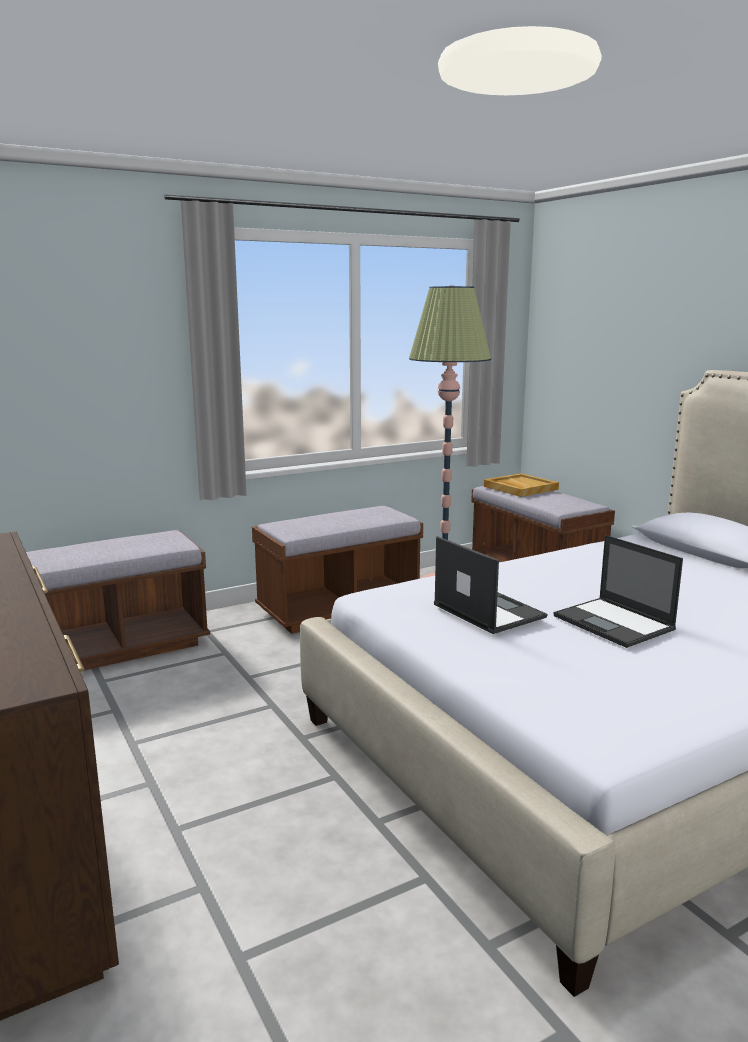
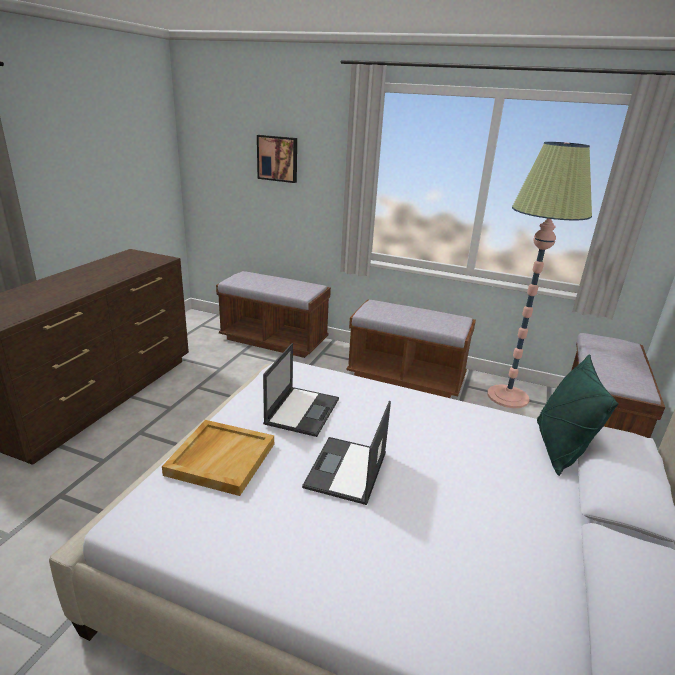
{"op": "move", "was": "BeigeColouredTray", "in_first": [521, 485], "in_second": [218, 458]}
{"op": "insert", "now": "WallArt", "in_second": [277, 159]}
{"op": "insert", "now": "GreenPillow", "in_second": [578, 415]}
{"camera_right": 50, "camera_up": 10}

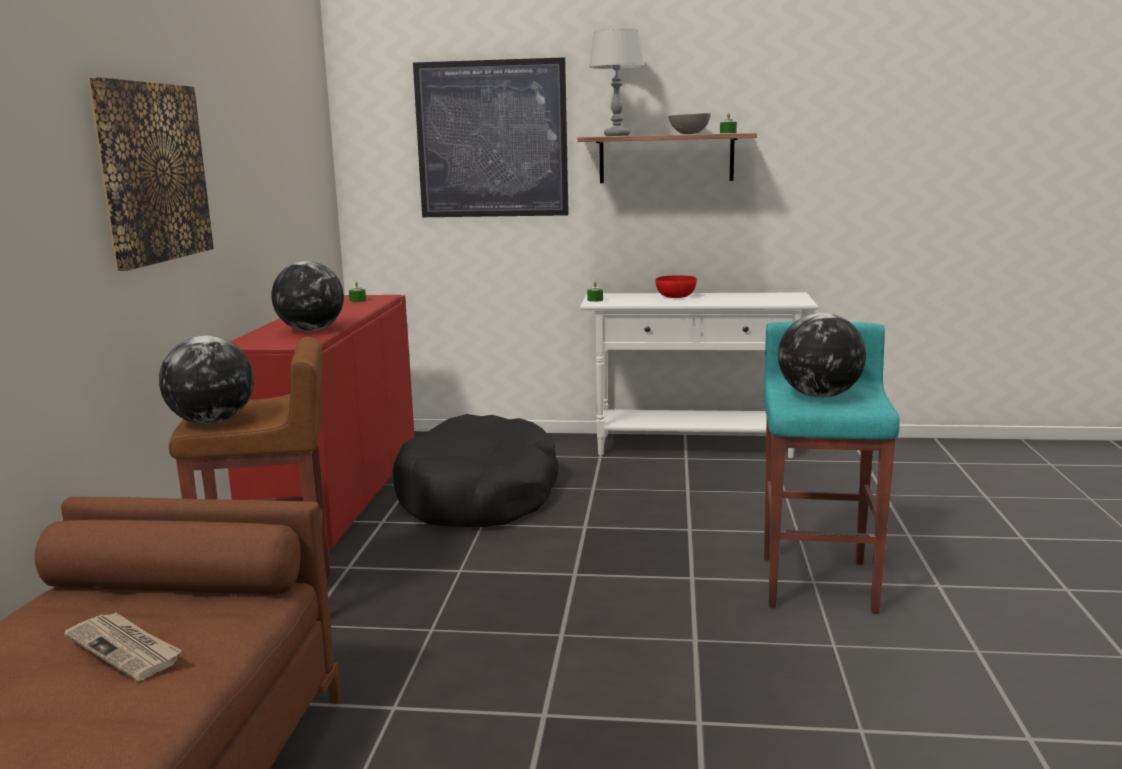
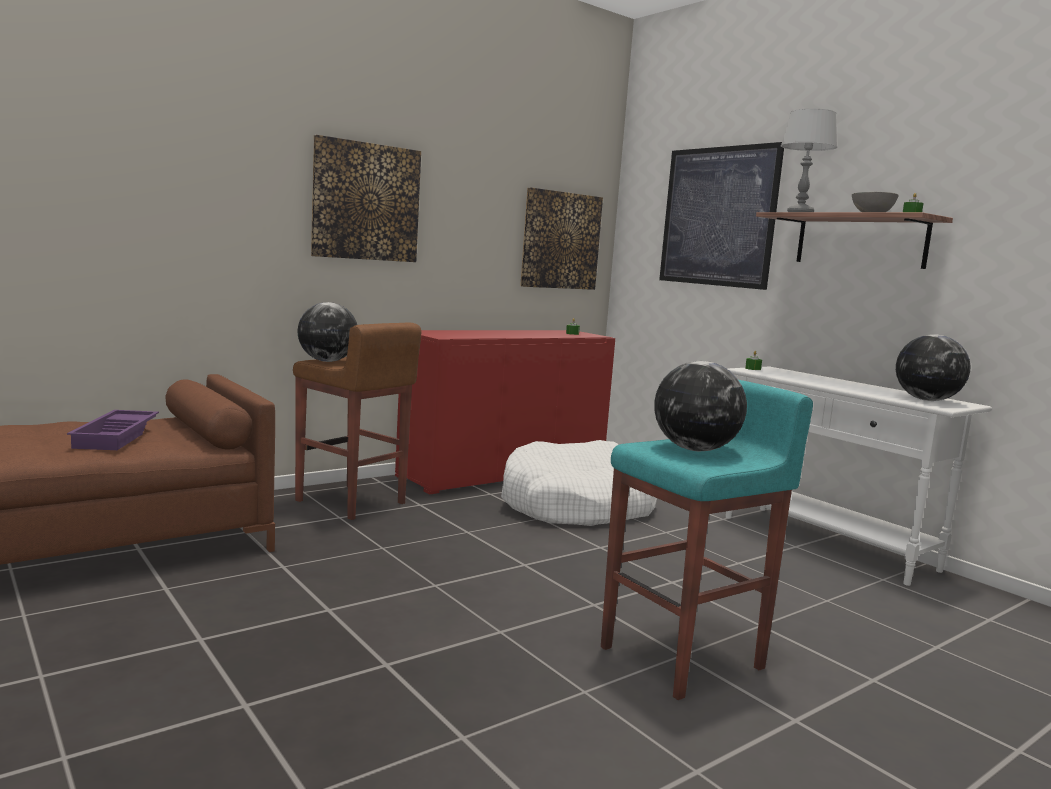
{"op": "replace", "was": "Newspaper", "now": "PurplishTray", "in_first": [123, 647], "in_second": [113, 430]}
{"op": "move", "was": "WorldGlobe", "in_first": [308, 296], "in_second": [933, 367]}
{"op": "recolor", "was": "BlackishDogCushion", "now": "WhiteDogCushion", "in_first": [476, 470], "in_second": [579, 483]}
{"op": "delete", "was": "RedDeepDish", "in_first": [676, 286]}
{"op": "insert", "now": "WallArt", "in_second": [561, 238]}
{"camera_right": 45, "camera_up": -5}

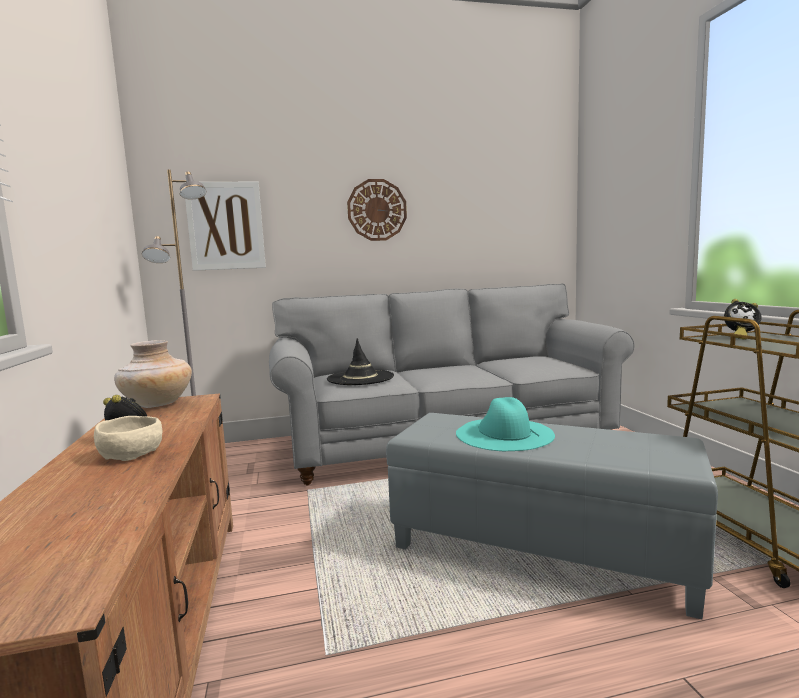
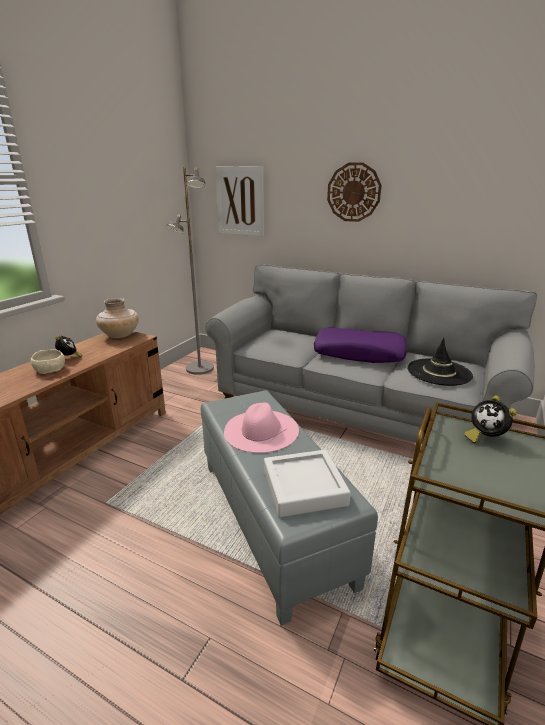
{"op": "move", "was": "BlackishWearableHat", "in_first": [360, 361], "in_second": [440, 362]}
{"op": "recolor", "was": "TurquoiseWearableHat", "now": "PinkColouredWearableHat", "in_first": [505, 424], "in_second": [261, 428]}
{"op": "insert", "now": "GrayTray", "in_second": [307, 483]}
{"op": "insert", "now": "PurplishPillow", "in_second": [360, 345]}
{"camera_right": 40, "camera_up": 15}

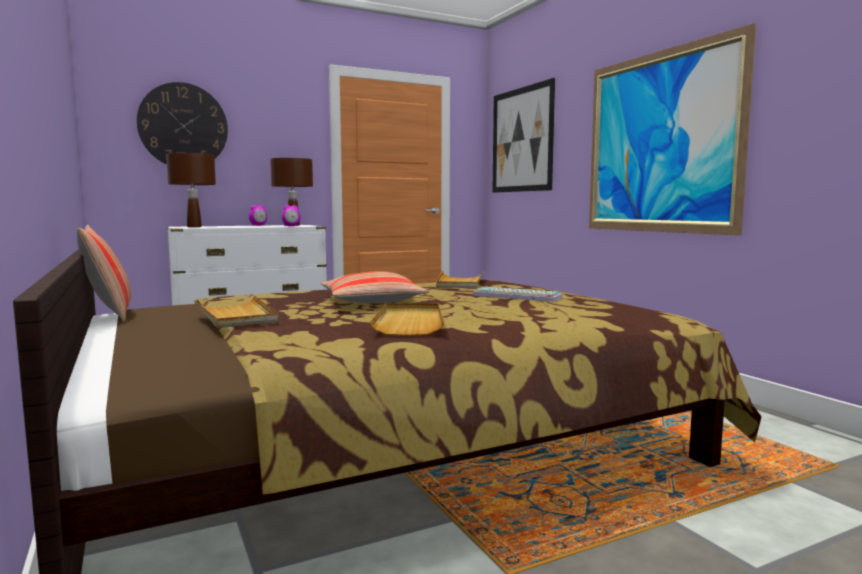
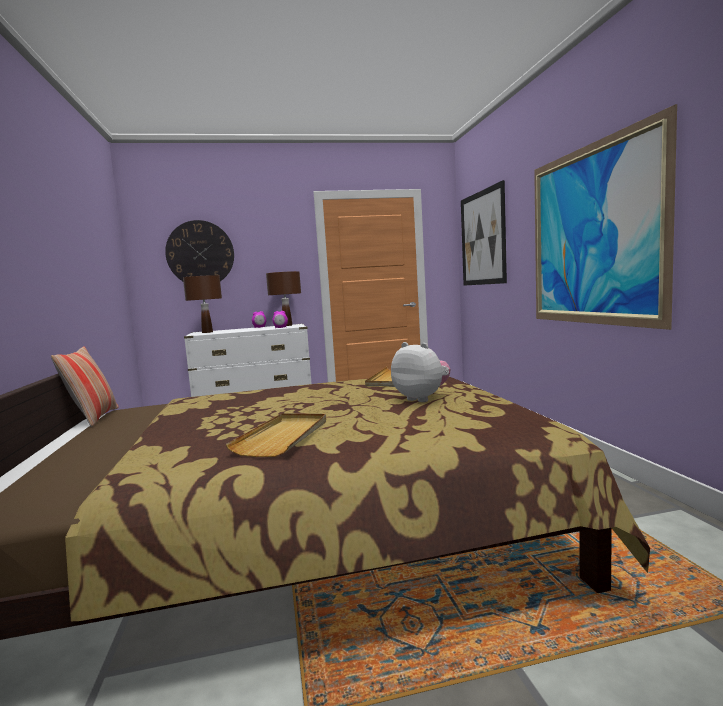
{"op": "delete", "was": "BeigeColouredTray", "in_first": [236, 312]}
{"op": "delete", "was": "Pillow", "in_first": [375, 288]}
{"op": "replace", "was": "PcKeyboard", "now": "PlushToy", "in_first": [517, 294], "in_second": [420, 372]}
{"camera_right": 15, "camera_up": 0}

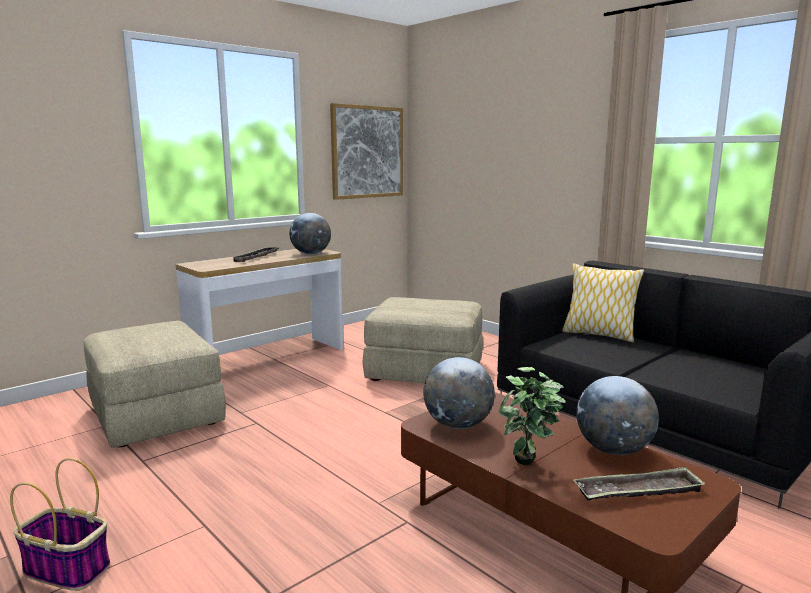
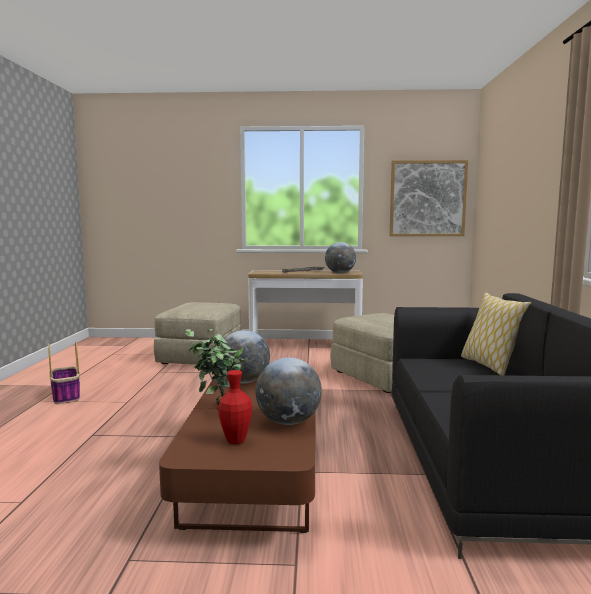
{"op": "replace", "was": "Tray", "now": "RedFlowerVase", "in_first": [640, 483], "in_second": [235, 407]}
{"camera_right": 45, "camera_up": -5}

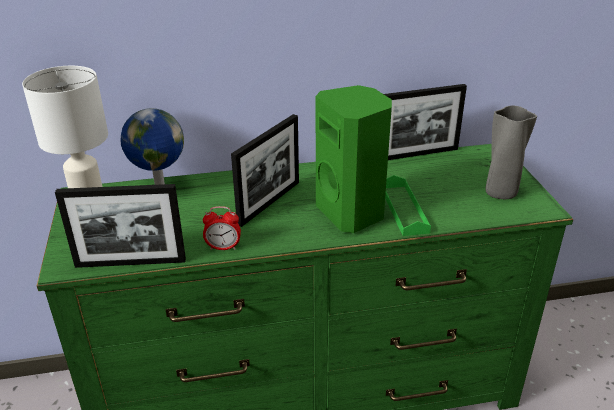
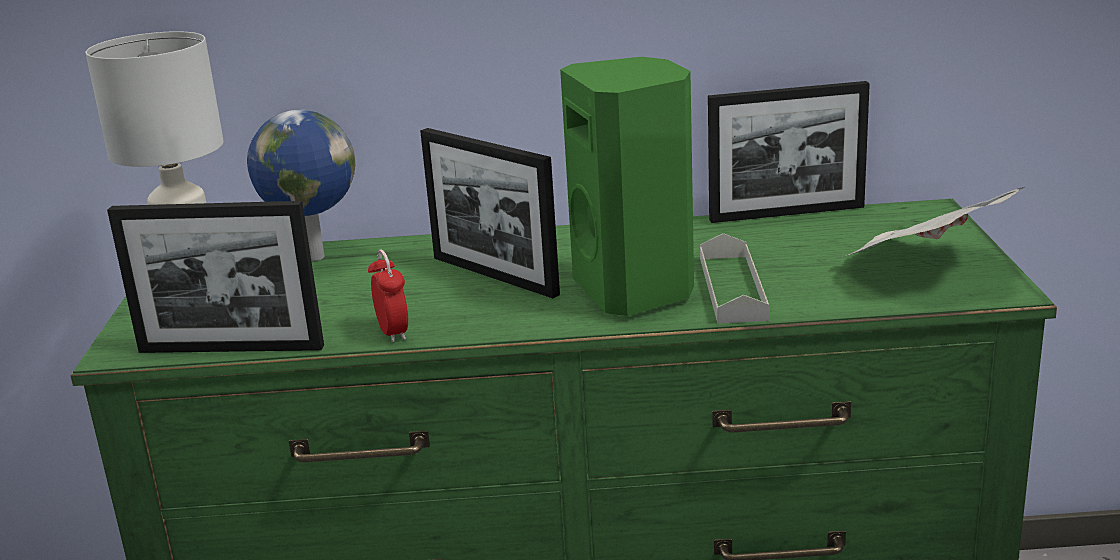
{"op": "rotate", "was": "AlarmClock", "in_first": [222, 228], "in_second": [388, 296], "clockwise": -120}
{"op": "rotate", "was": "PictureFrame", "in_first": [265, 170], "in_second": [490, 213], "clockwise": 90}
{"op": "recolor", "was": "GreenTray", "now": "GrayTray", "in_first": [408, 205], "in_second": [735, 278]}
{"op": "replace", "was": "GrayFlowerVase", "now": "Newspaper", "in_first": [511, 152], "in_second": [932, 222]}
{"camera_right": 10, "camera_up": -10}

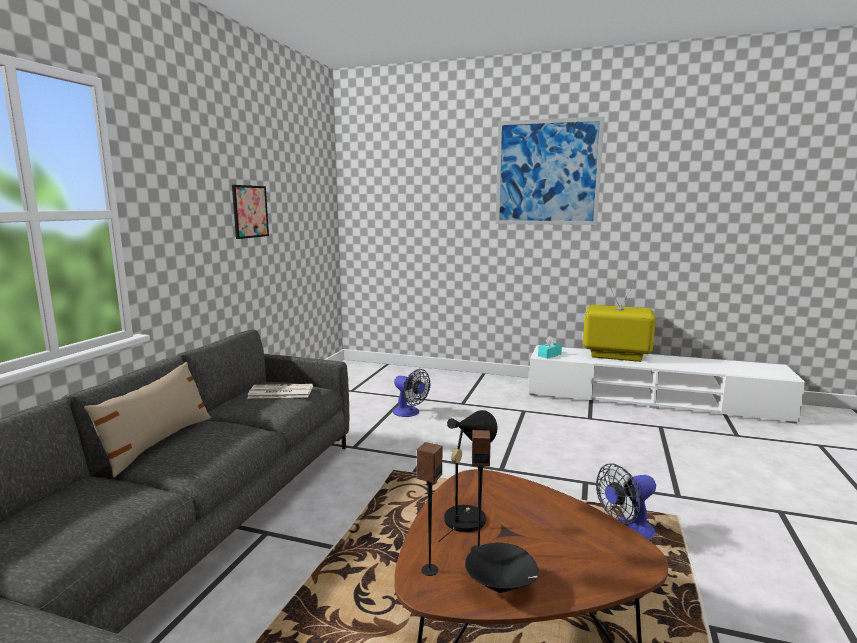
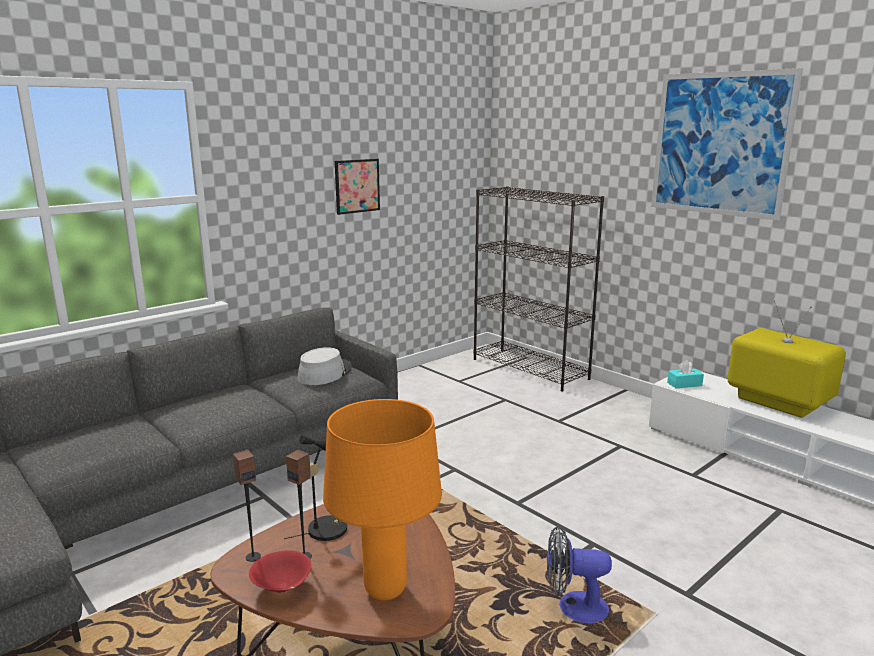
{"op": "delete", "was": "BeigeColouredPillow", "in_first": [147, 419]}
{"op": "replace", "was": "Newspaper", "now": "GrayWearableHat", "in_first": [280, 391], "in_second": [325, 366]}
{"op": "delete", "was": "CoolingFan", "in_first": [411, 393]}
{"op": "recolor", "was": "BlackishDeepDish", "now": "RedDeepDish", "in_first": [501, 568], "in_second": [280, 571]}
{"op": "insert", "now": "OrangeColouredTableLamp", "in_second": [382, 500]}
{"op": "insert", "now": "BlackishBookshelf", "in_second": [538, 289]}
{"camera_right": 30, "camera_up": 5}

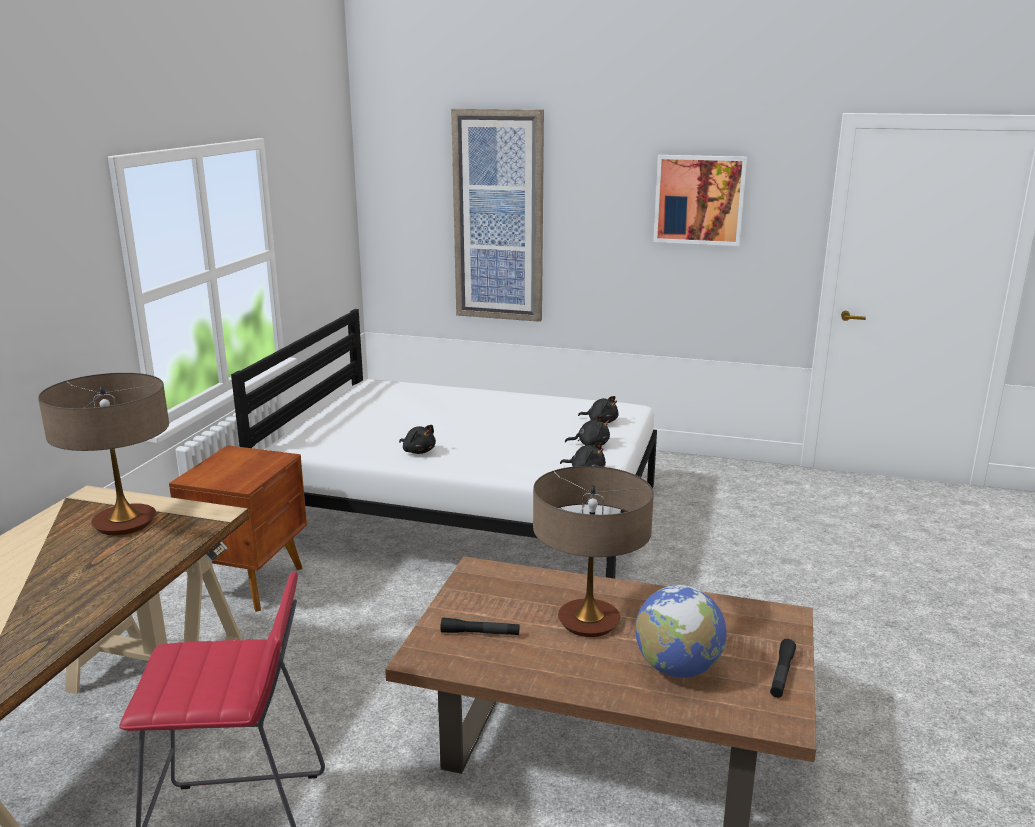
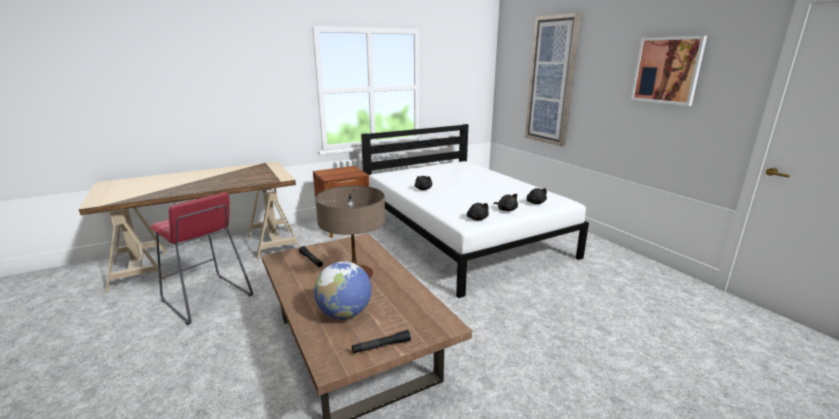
{"op": "delete", "was": "TableLamp", "in_first": [103, 454]}
{"camera_right": 45, "camera_up": 0}

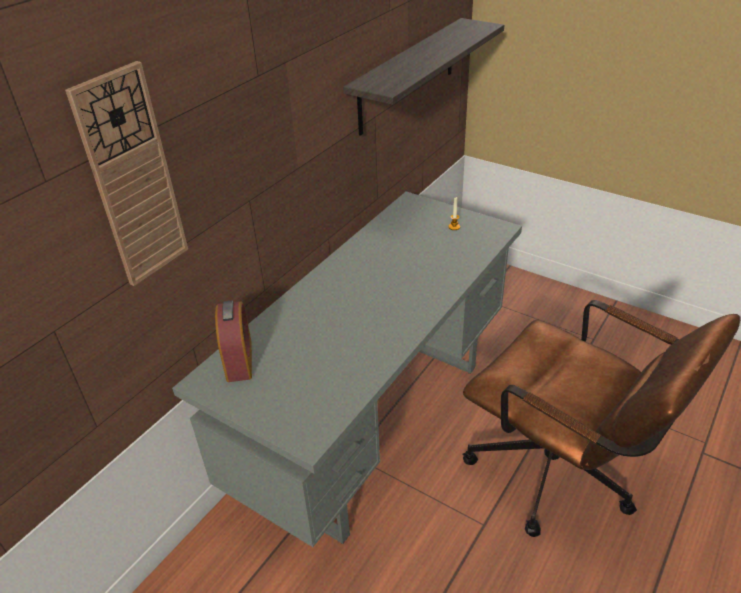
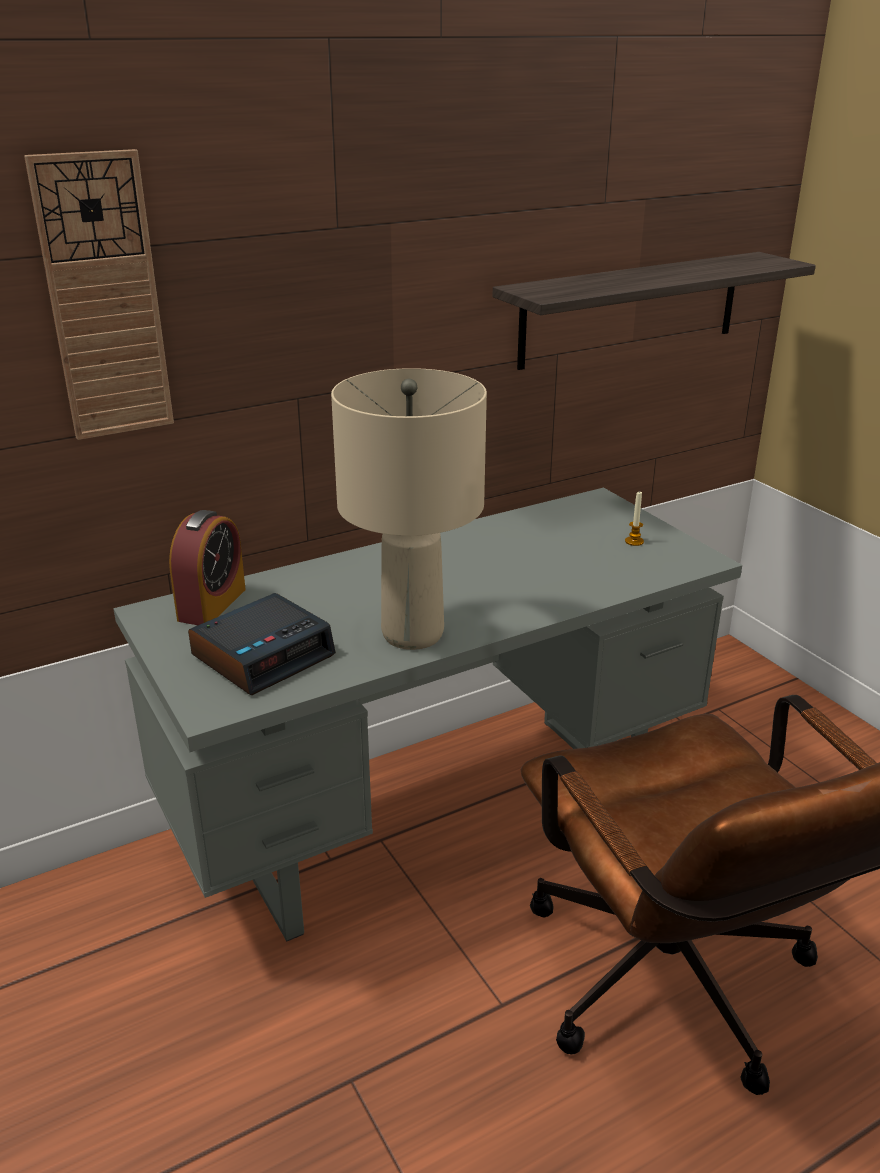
{"op": "insert", "now": "AlarmClock", "in_second": [262, 644]}
{"op": "insert", "now": "BeigeColouredTableLamp", "in_second": [409, 509]}
{"camera_right": 25, "camera_up": -10}

